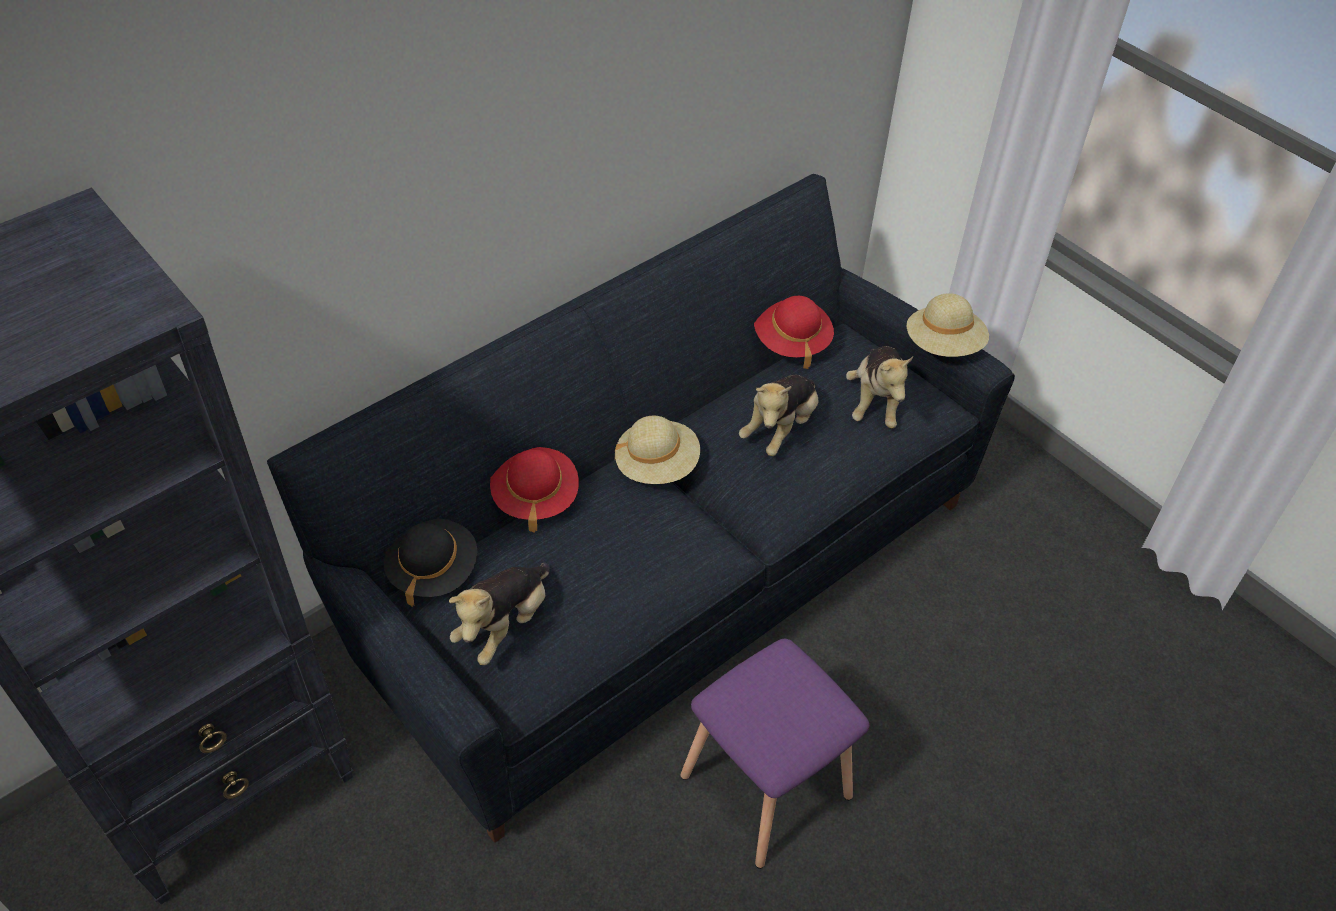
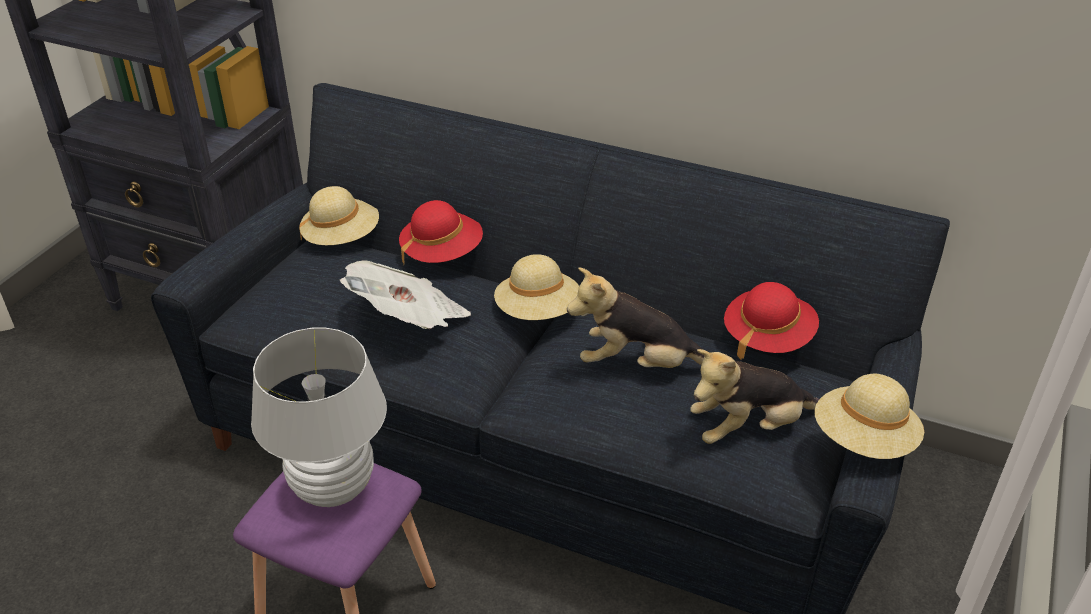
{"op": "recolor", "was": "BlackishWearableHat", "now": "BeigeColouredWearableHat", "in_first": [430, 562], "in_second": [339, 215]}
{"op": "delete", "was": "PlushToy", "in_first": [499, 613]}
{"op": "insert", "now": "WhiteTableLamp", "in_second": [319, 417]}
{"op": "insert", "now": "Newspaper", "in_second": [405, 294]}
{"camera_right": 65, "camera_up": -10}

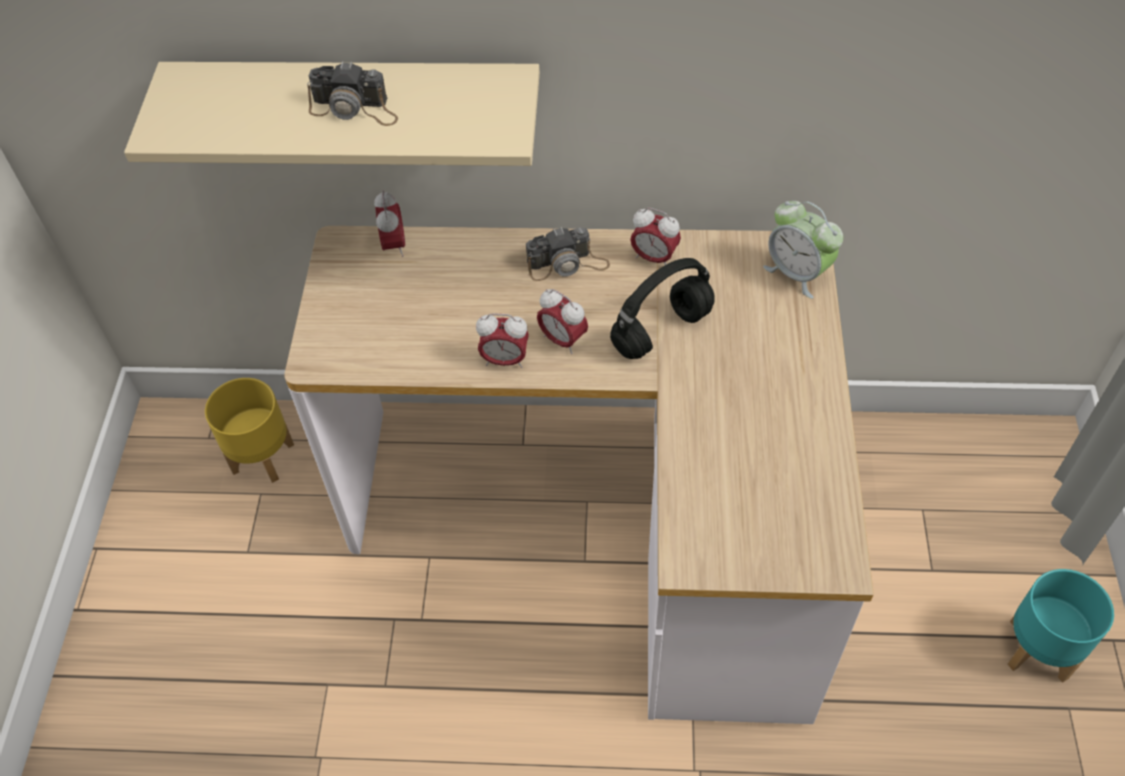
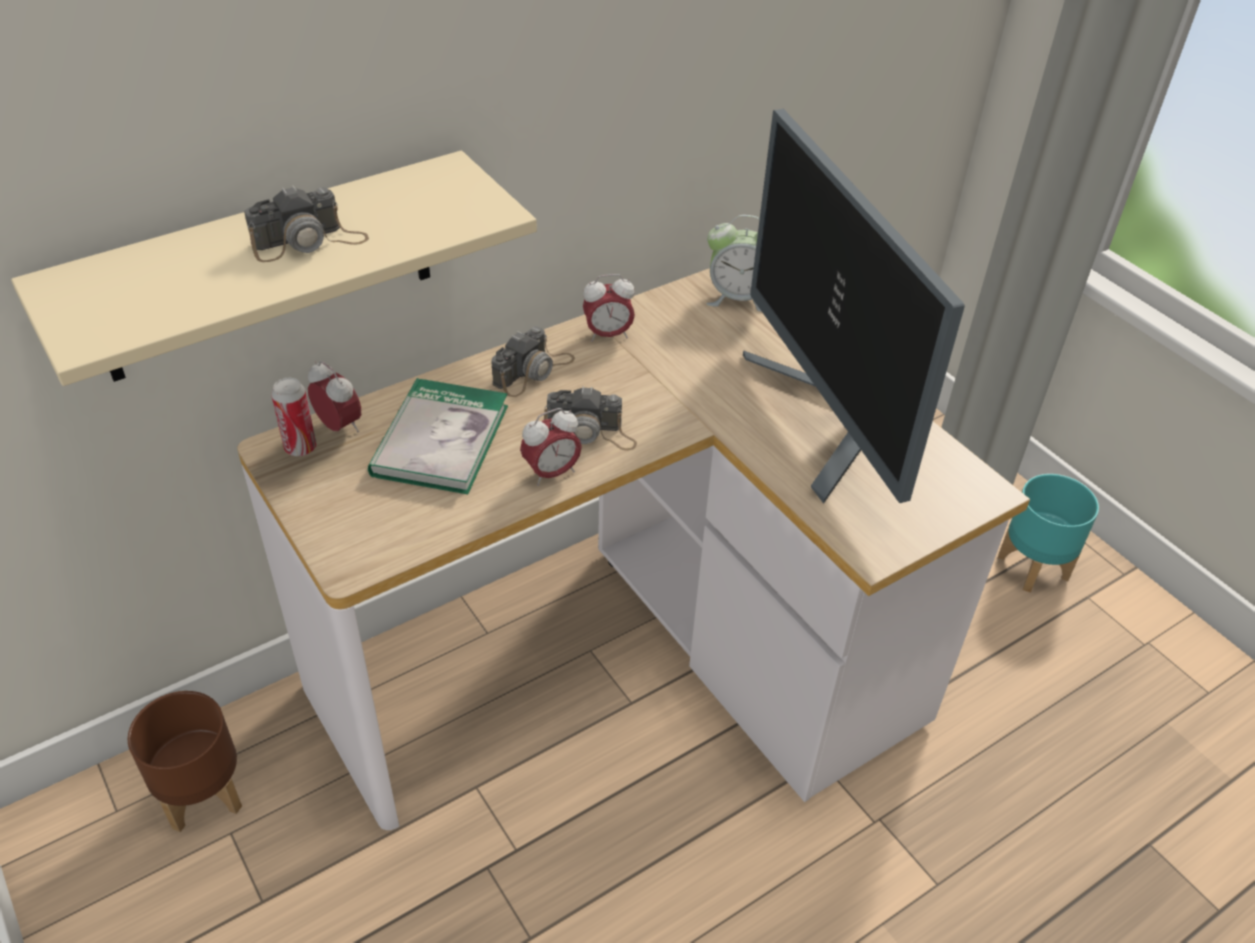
{"op": "recolor", "was": "YellowColouredPlanter", "now": "BrownPlanter", "in_first": [249, 430], "in_second": [185, 761]}
{"op": "replace", "was": "AlarmClock", "now": "StillCamera", "in_first": [562, 321], "in_second": [590, 418]}
{"op": "delete", "was": "BlackishHeadphones", "in_first": [662, 308]}
{"op": "insert", "now": "SealedCan", "in_second": [293, 417]}
{"op": "insert", "now": "Book", "in_second": [438, 436]}
{"op": "insert", "now": "ComputerDisplay", "in_second": [854, 306]}
{"camera_right": -40, "camera_up": -10}

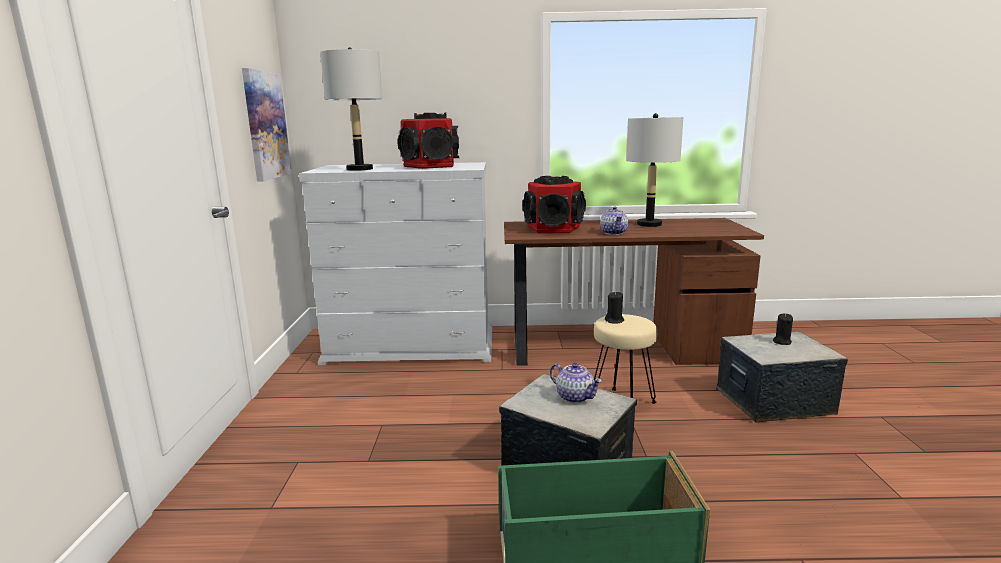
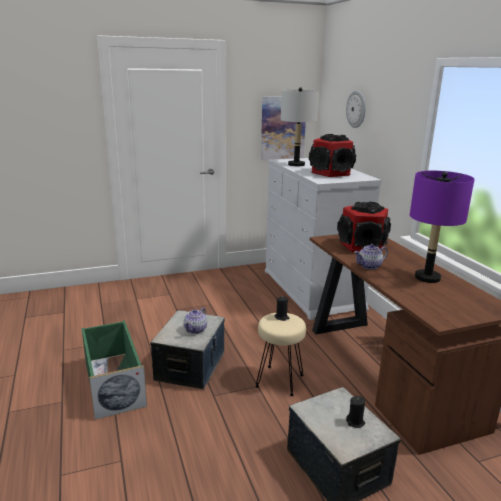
{"op": "recolor", "was": "GrayTableLamp", "now": "PurplishTableLamp", "in_first": [654, 170], "in_second": [442, 227]}
{"op": "insert", "now": "ClockOnTheWall", "in_second": [356, 109]}
{"camera_right": 70, "camera_up": 5}

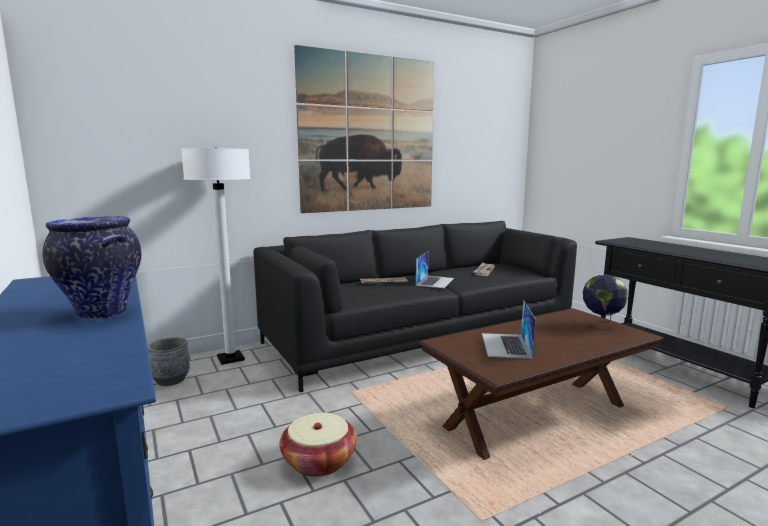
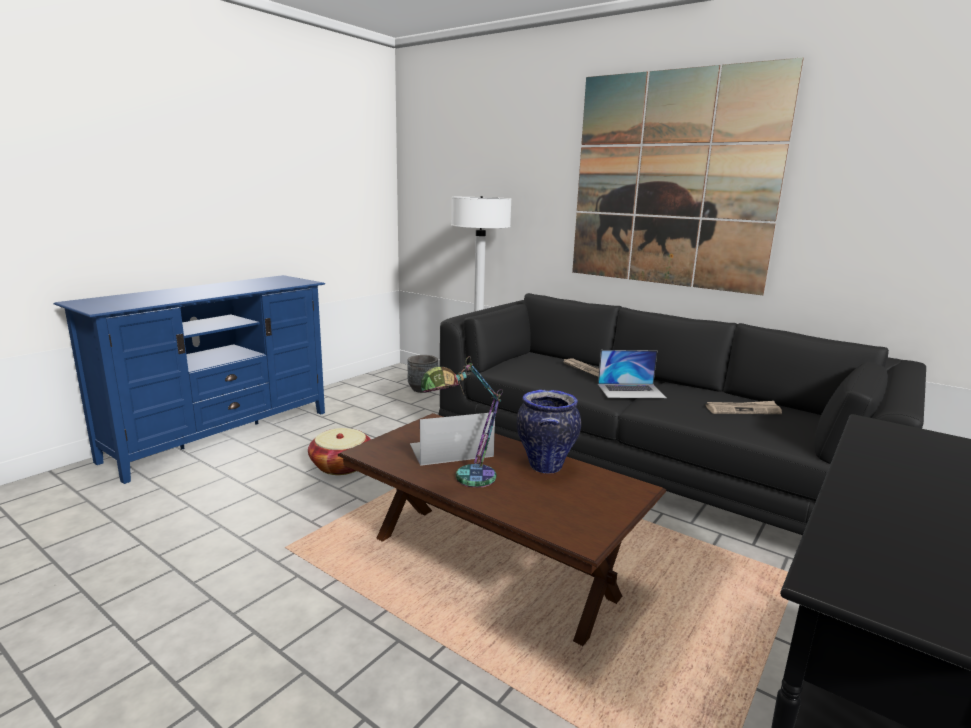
{"op": "move", "was": "FlowerVase", "in_first": [92, 268], "in_second": [548, 432]}
{"op": "delete", "was": "WorldGlobe", "in_first": [605, 303]}
{"op": "insert", "now": "TableLamp", "in_second": [462, 422]}
{"camera_right": 65, "camera_up": 5}

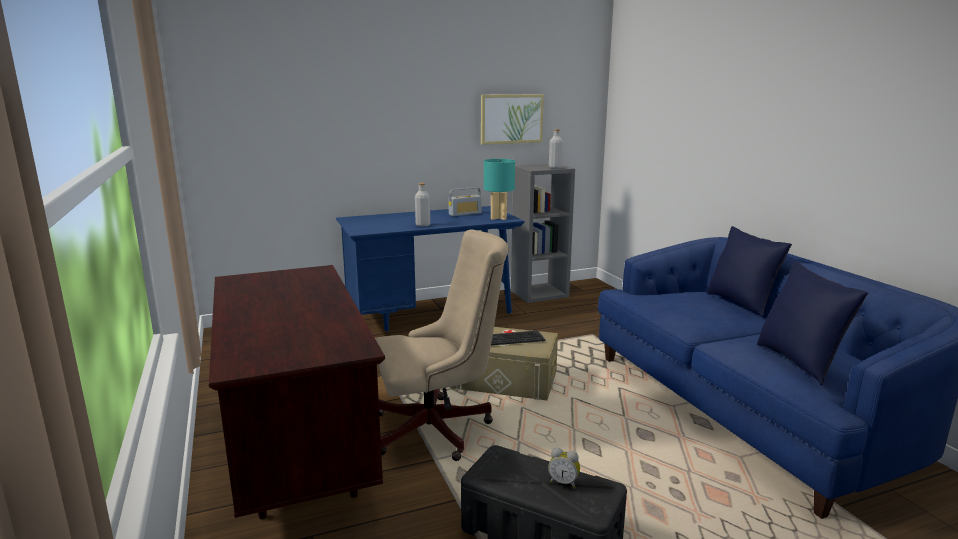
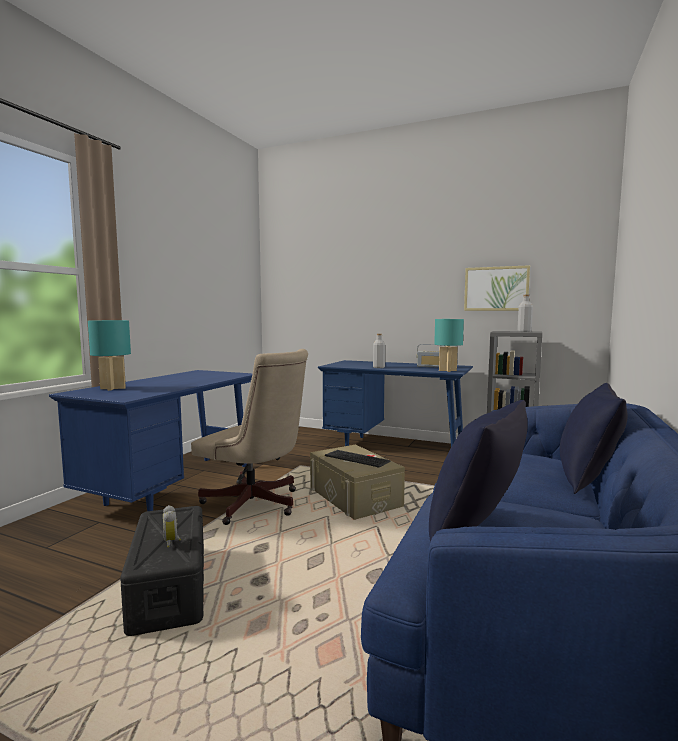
{"op": "recolor", "was": "BrownDesk", "now": "BlueDesk", "in_first": [297, 392], "in_second": [151, 440]}
{"op": "insert", "now": "TurquoiseTableLamp", "in_second": [109, 355]}
{"camera_right": 45, "camera_up": -10}

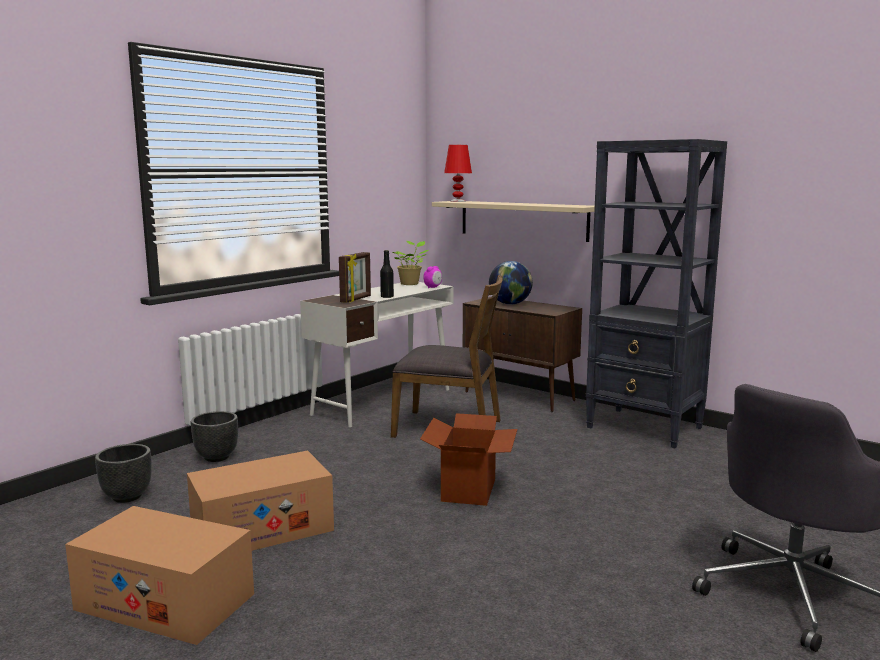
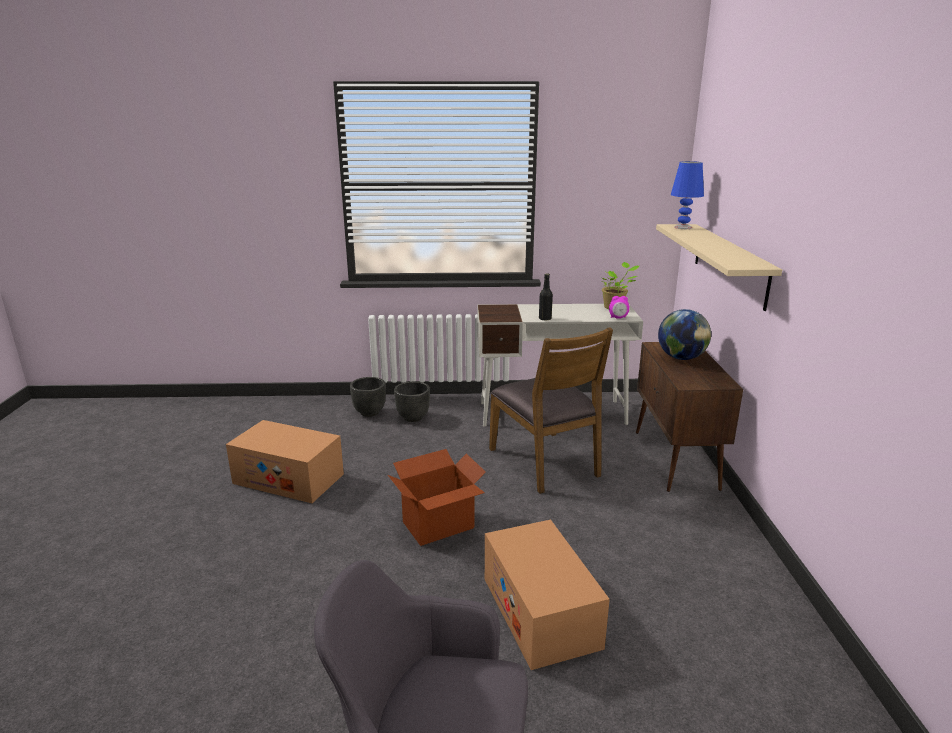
{"op": "move", "was": "PackingBox", "in_first": [159, 575], "in_second": [547, 594]}
{"op": "move", "was": "BlackishPlanter", "in_first": [123, 473], "in_second": [412, 401]}
{"op": "delete", "was": "PictureFrame", "in_first": [355, 277]}
{"op": "recolor", "was": "RedTableLamp", "now": "BlueTableLamp", "in_first": [458, 173], "in_second": [687, 195]}
{"op": "delete", "was": "BlackishBookshelf", "in_first": [656, 293]}
{"camera_right": 50, "camera_up": 10}

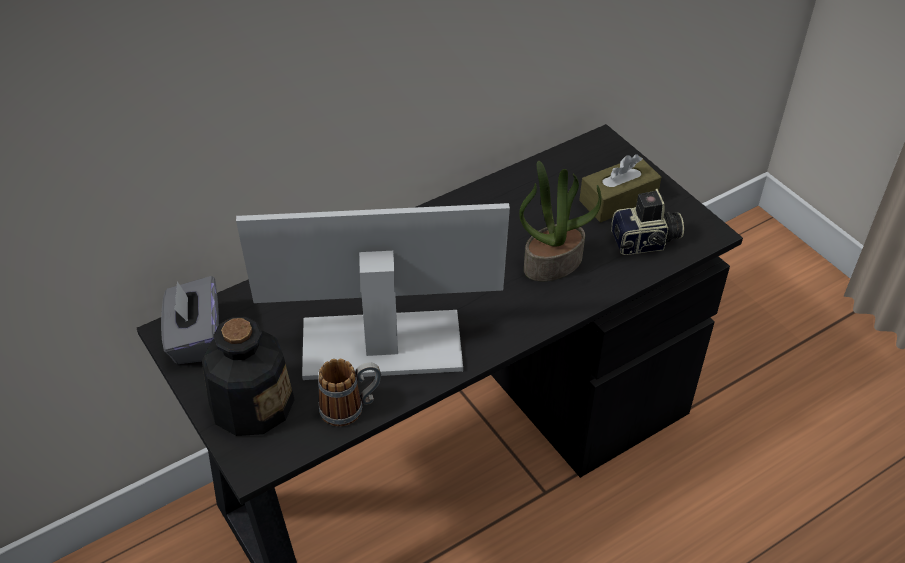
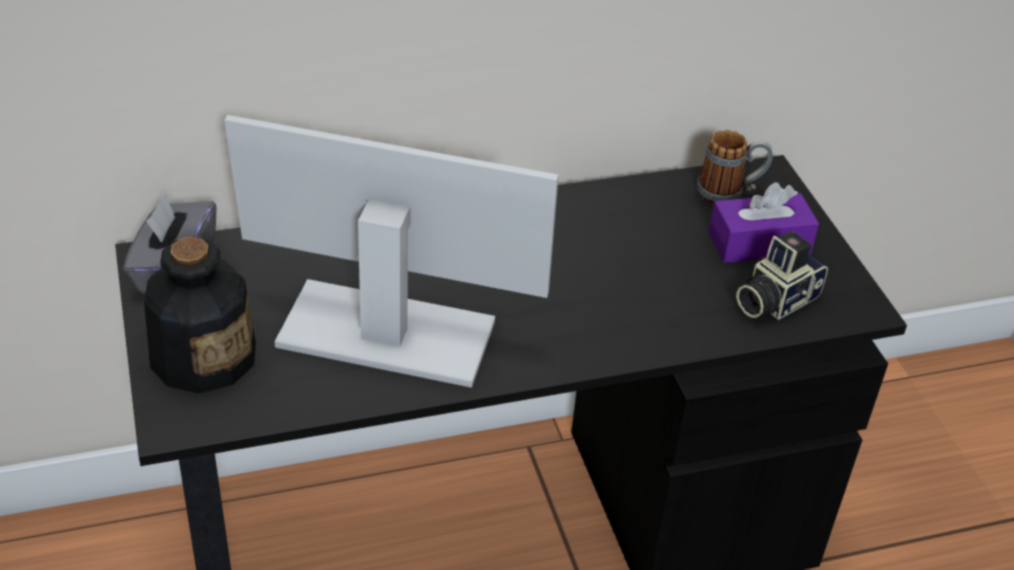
{"op": "move", "was": "CoffeeMug", "in_first": [349, 392], "in_second": [735, 167]}
{"op": "delete", "was": "PlantInAPot", "in_first": [560, 221]}
{"op": "recolor", "was": "BrownTissueHolder", "now": "PurplishTissueHolder", "in_first": [620, 188], "in_second": [763, 222]}
{"op": "rotate", "was": "StillCamera", "in_first": [647, 222], "in_second": [782, 275], "clockwise": 135}
{"camera_right": 15, "camera_up": -5}

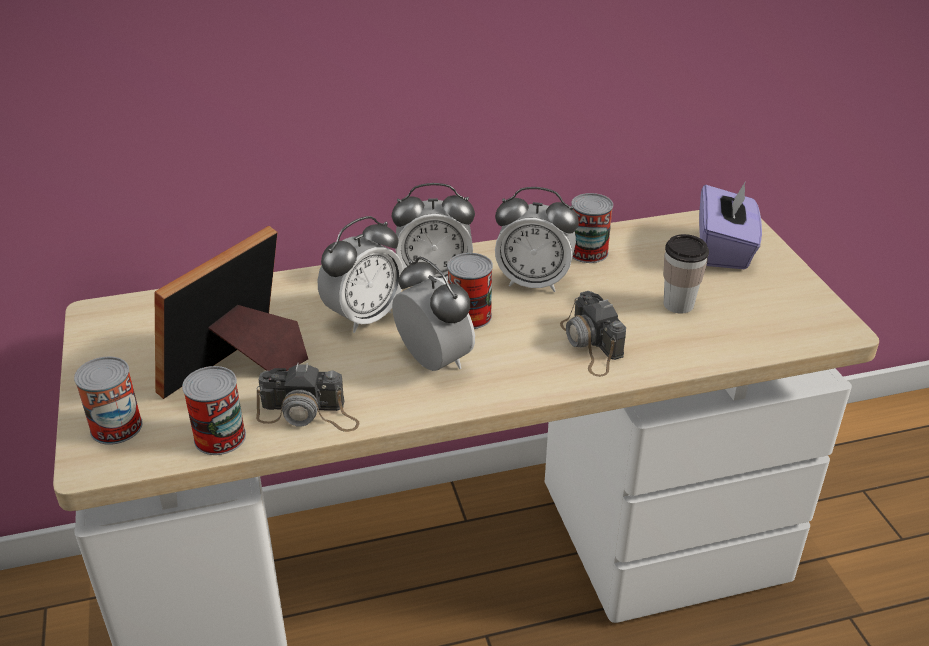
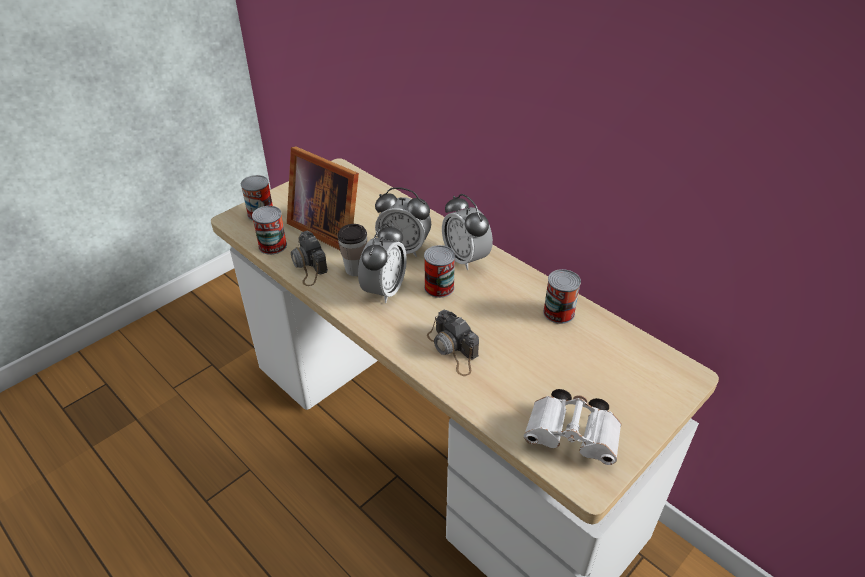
{"op": "rotate", "was": "PictureFrame", "in_first": [231, 312], "in_second": [323, 198], "clockwise": -150}
{"op": "delete", "was": "AlarmClock", "in_first": [537, 239]}
{"op": "rotate", "was": "StillCamera", "in_first": [593, 334], "in_second": [453, 343], "clockwise": -75}
{"op": "move", "was": "SmallCup", "in_first": [686, 273], "in_second": [352, 250]}
{"op": "delete", "was": "PurplishTissueHolder", "in_first": [730, 225]}
{"op": "insert", "now": "WhitePairOfBinoculars", "in_second": [572, 427]}
{"camera_right": 60, "camera_up": 5}

